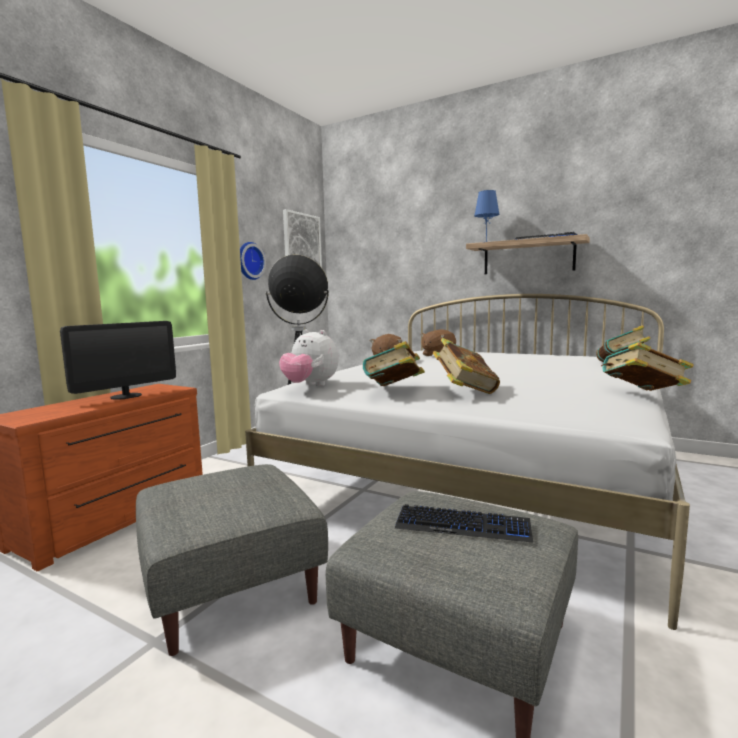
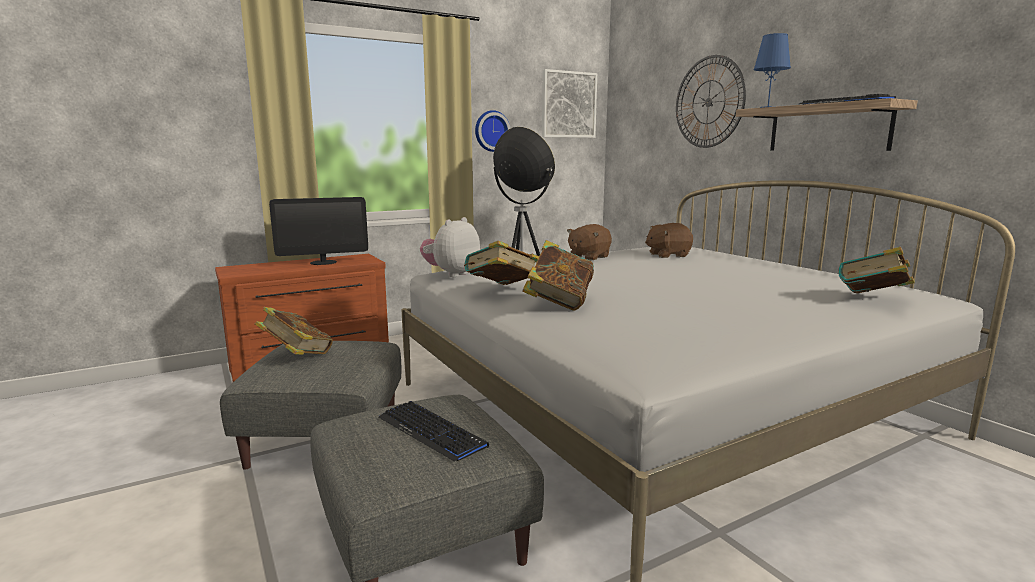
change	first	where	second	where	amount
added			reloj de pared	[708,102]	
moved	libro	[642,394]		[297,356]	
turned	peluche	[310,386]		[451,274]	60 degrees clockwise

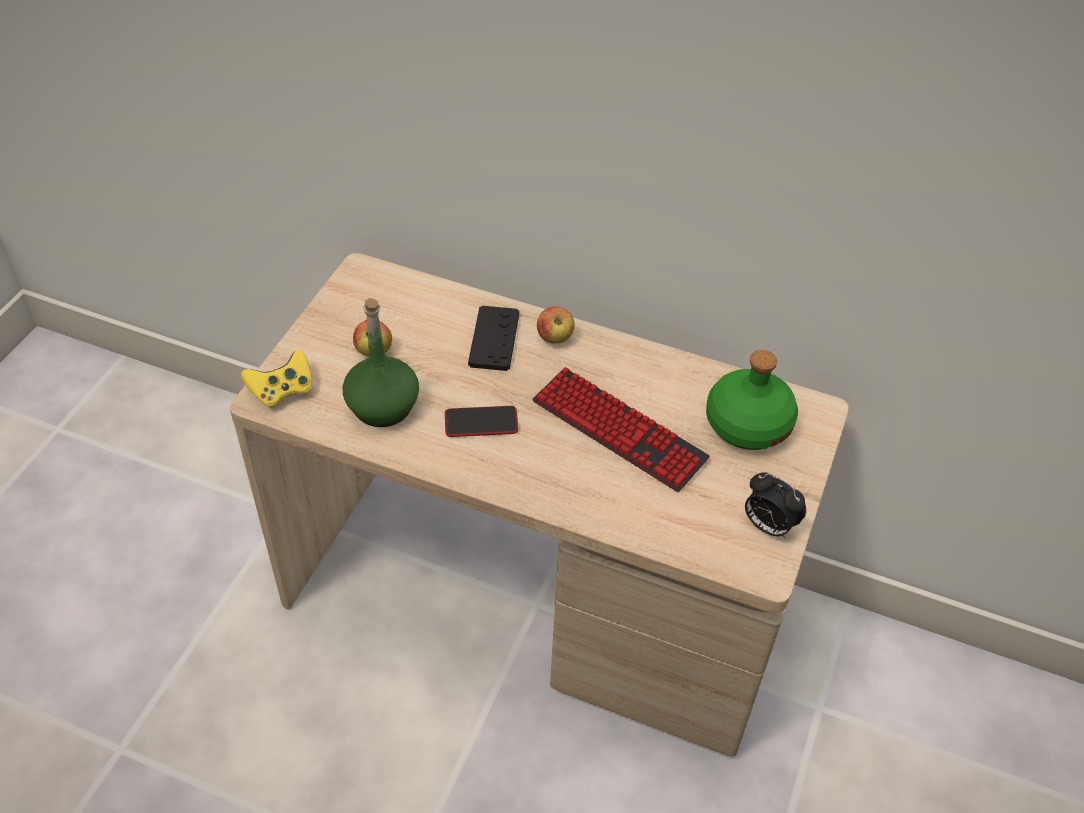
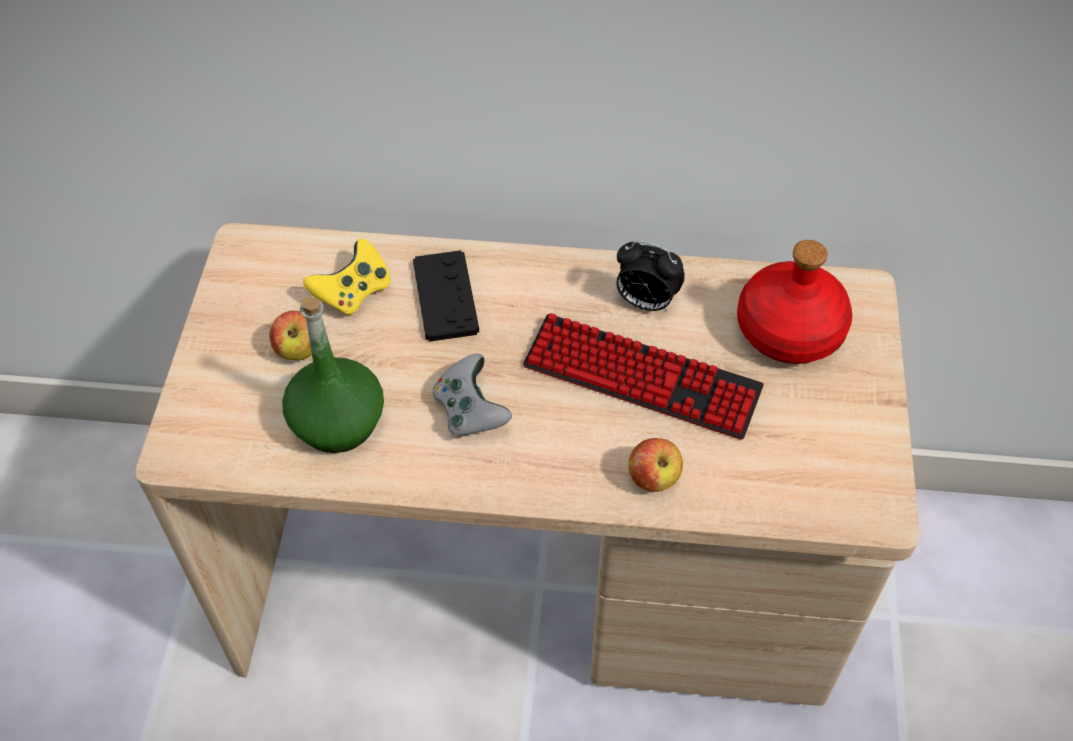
change	first	where	second	where	amount
moved	mando de consola (amarillo)	[282,391]		[353,293]	
moved	manzana	[555,338]		[653,478]	
moved	despertador	[767,526]		[645,302]	
replaced	móvil	[481,422]	mando de consola (gris)	[470,411]	
recoloured	botella (verde)	[747,424]	botella (rojo)	[788,330]	

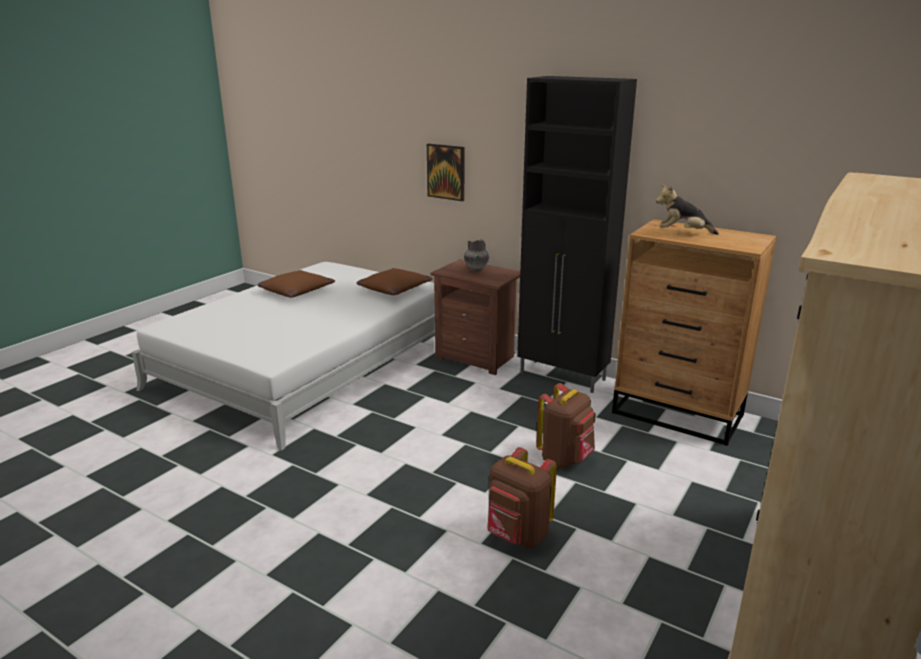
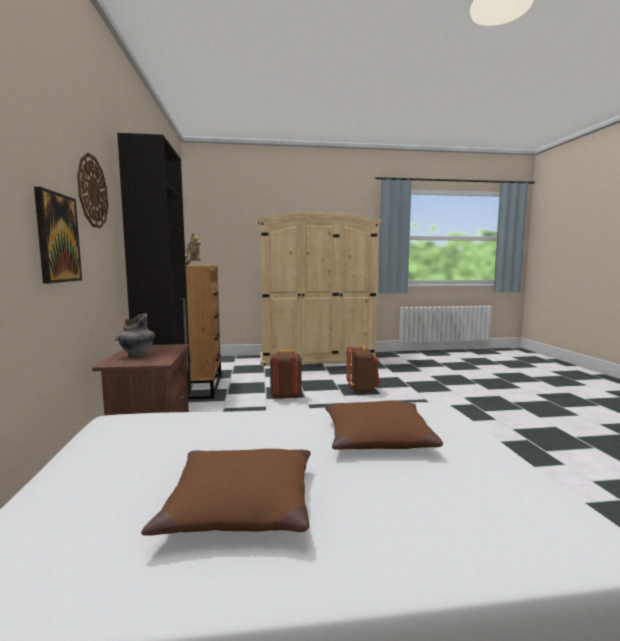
change	first	where	second	where	amount
added			reloj de pared	[92,191]	
moved	cojín (marrón)	[394,289]		[378,438]	

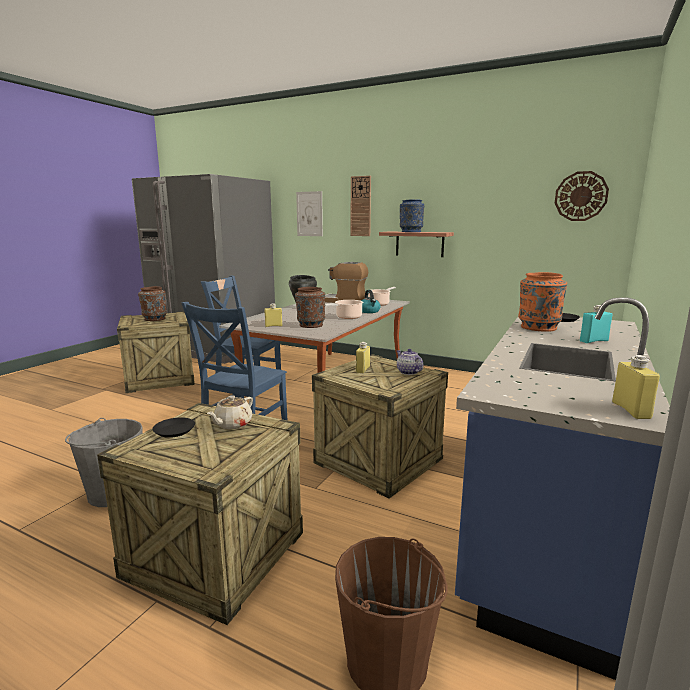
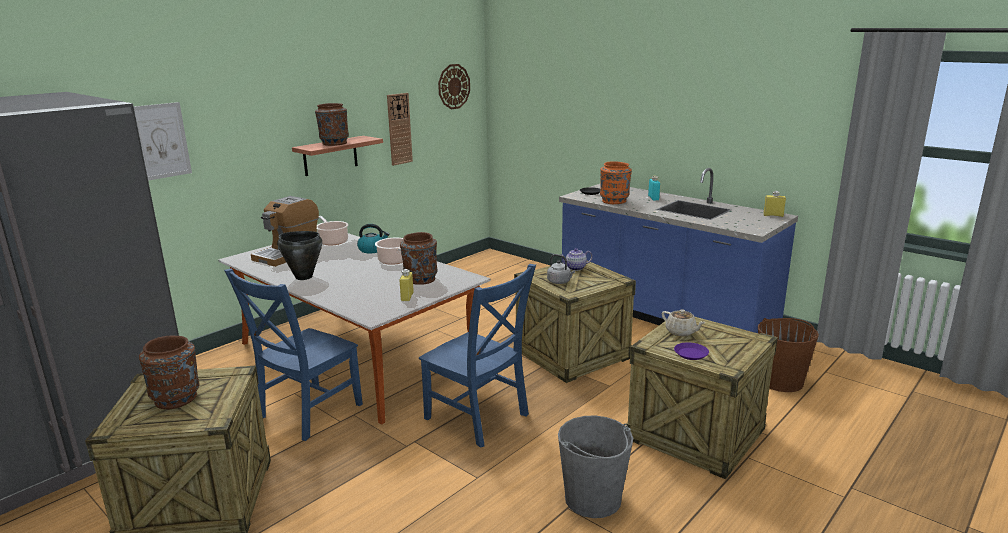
change	first	where	second	where	amount
moved	reloj de pared	[360,206]		[399,129]	
replaced	botella (amarillo)	[362,370]	hervidor (gris)	[560,282]	
recoloured	plato (negro)	[174,430]	plato (morado)	[690,354]	
recoloured	florero (azul)	[411,231]	florero (marrón)	[334,143]	

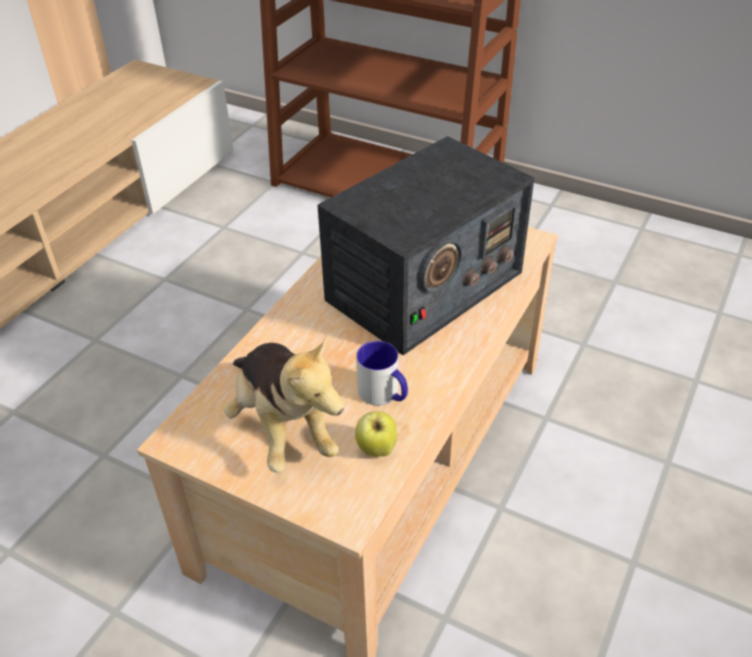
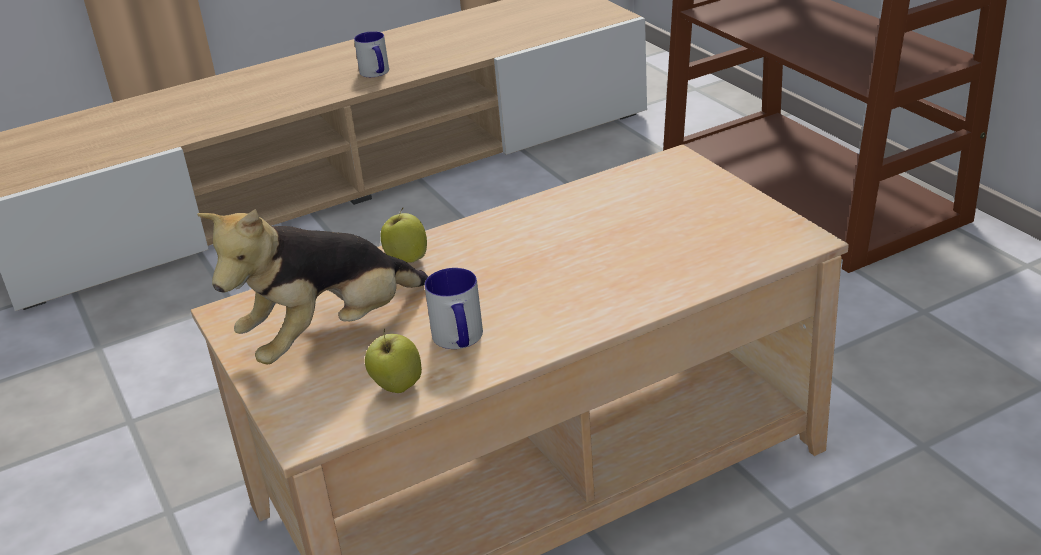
change	first	where	second	where	amount
removed	radio	[424,287]			
added			taza grande	[376,73]	
added			manzana	[406,260]	
turned	peluche	[283,427]		[331,335]	45 degrees clockwise

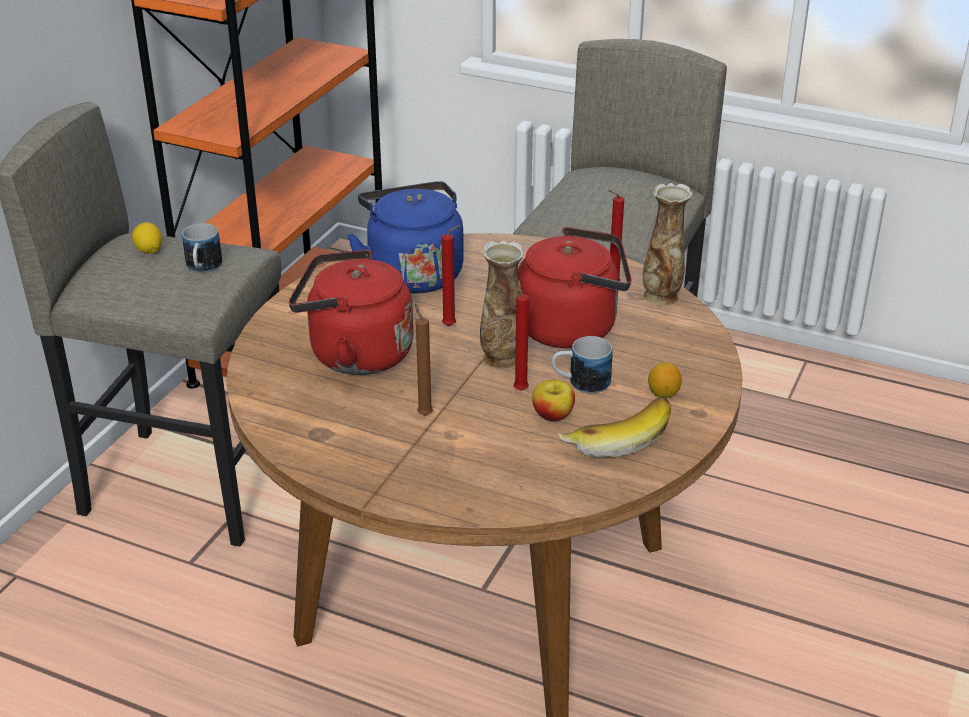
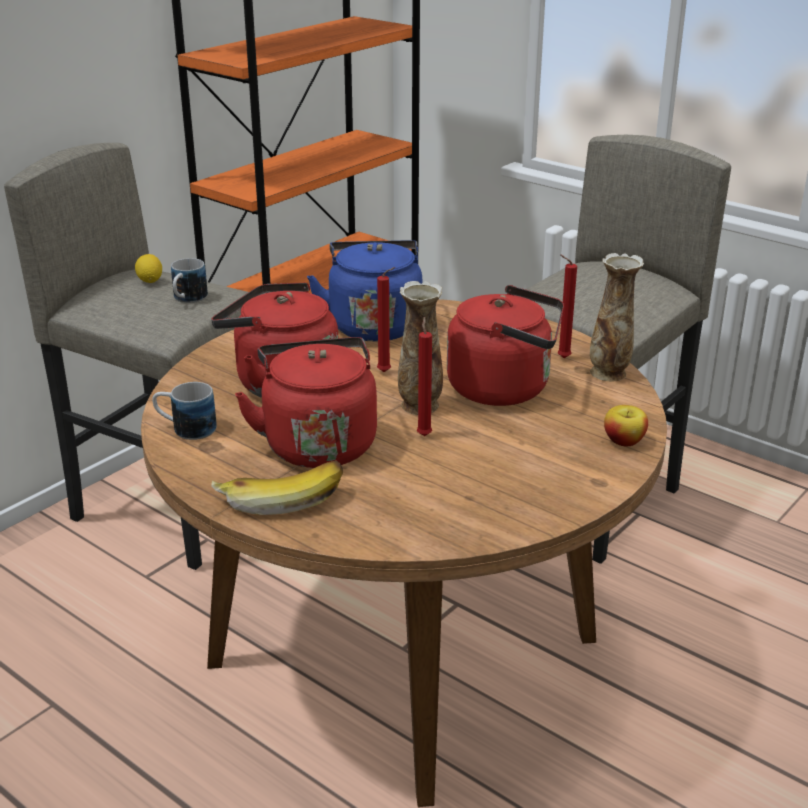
change	first	where	second	where	amount
removed	limón	[663,394]			
moved	manzana	[553,415]		[624,441]	
moved	taza grande	[580,383]		[186,429]	
moved	plátano	[616,437]		[281,497]	
replaced	vela (marrón)	[424,414]	hervidor (rojo)	[318,443]	

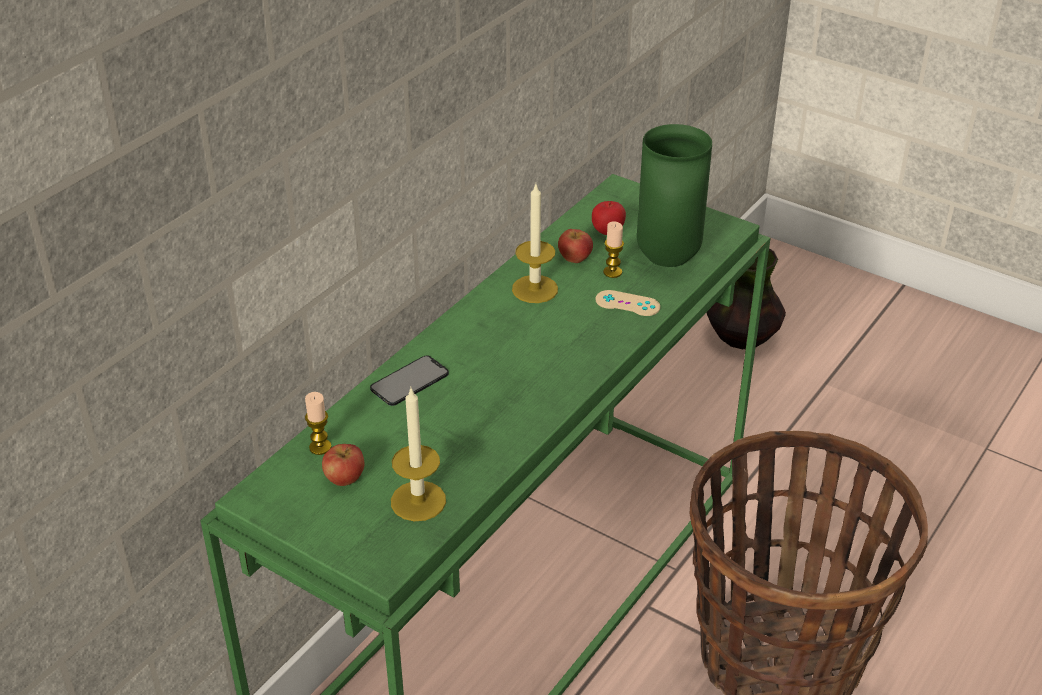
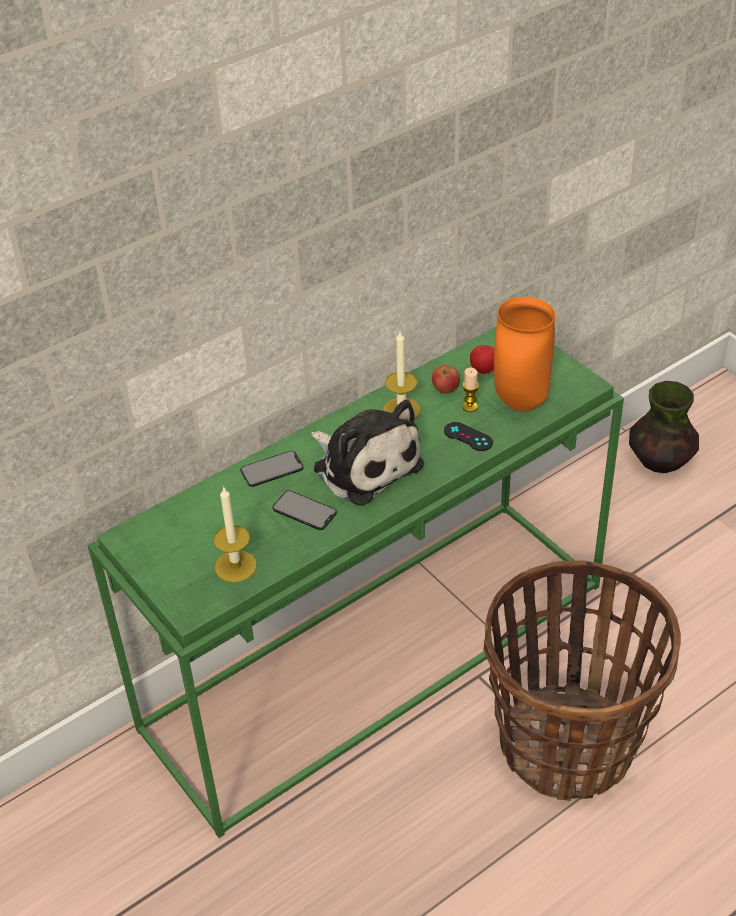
change	first	where	second	where	amount
removed	vela	[320,447]			
removed	manzana	[344,479]			
added			móvil	[304,510]	
added			peluche	[364,464]	
recoloured	mando de consola (beis)	[627,303]	mando de consola (negro)	[468,437]	
recoloured	florero (verde)	[669,259]	florero (naranja)	[522,403]	

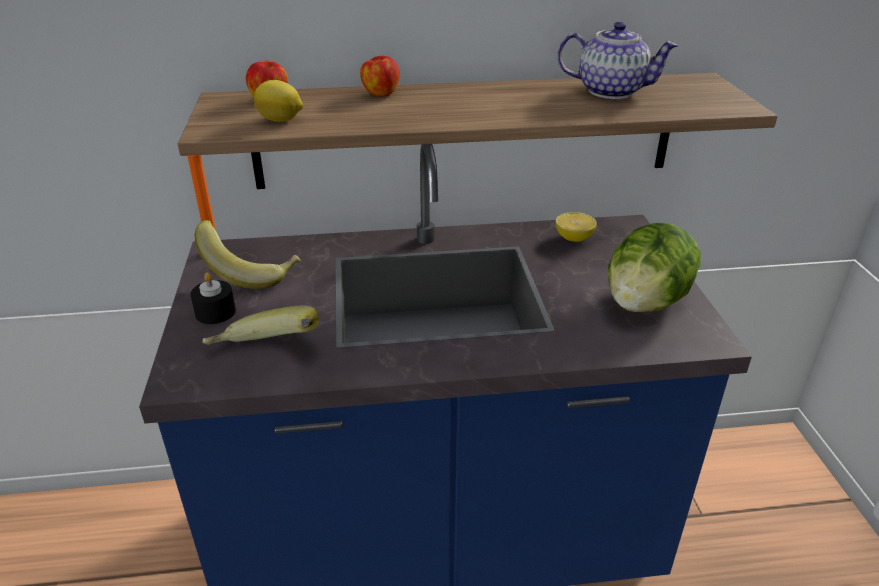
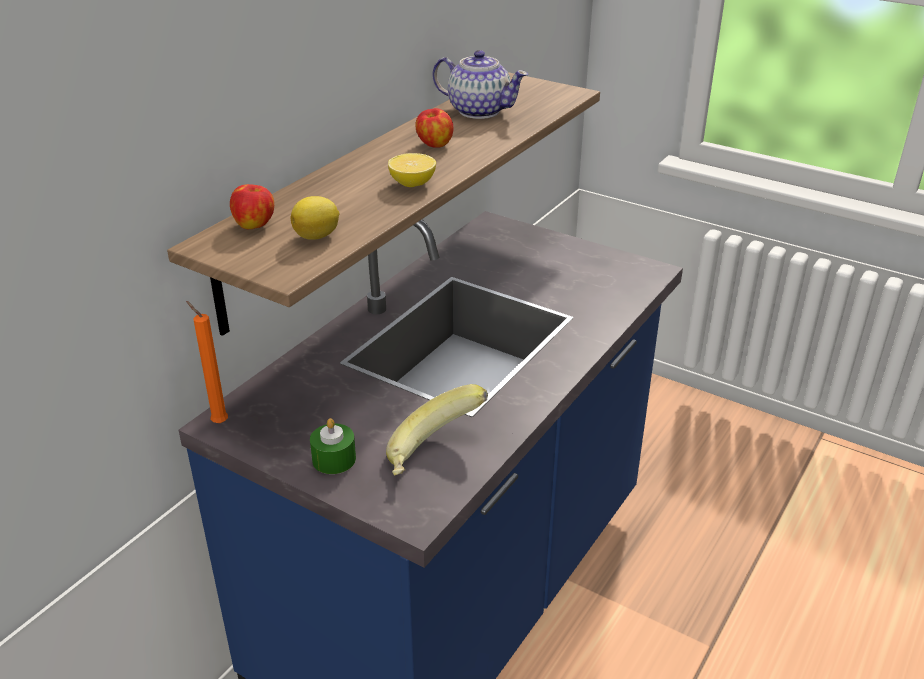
change	first	where	second	where	amount
removed	plátano	[251,273]			
removed	lechuga	[645,303]			
moved	manzana	[380,94]		[434,145]	
moved	limón	[574,238]		[412,184]	
recoloured	vela (negro)	[215,312]	vela (verde)	[334,459]	
turned	tetera	[610,91]		[478,111]	60 degrees clockwise

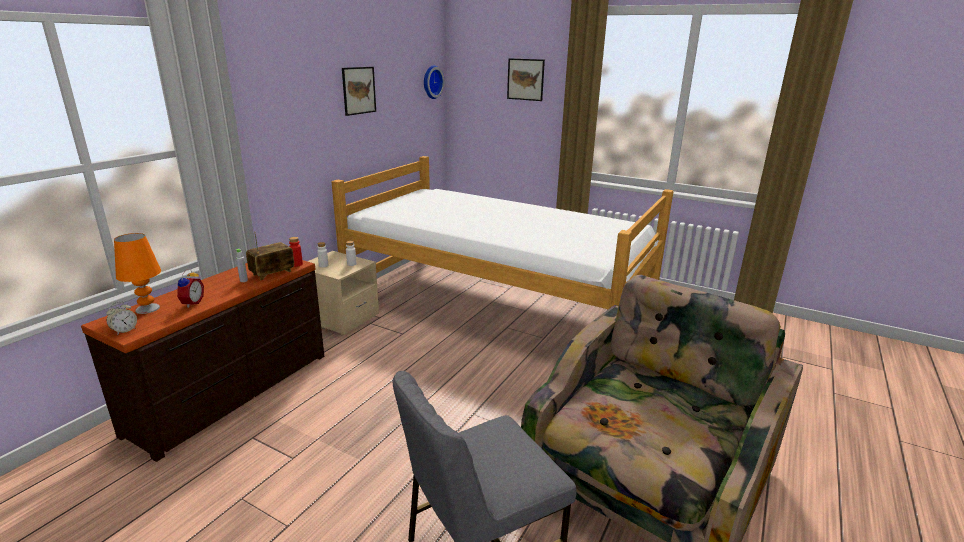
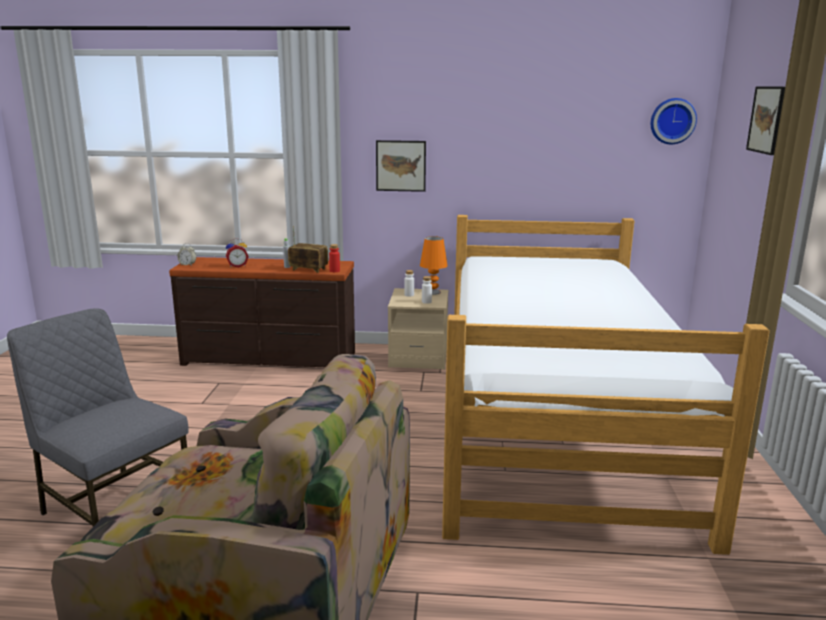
change	first	where	second	where	amount
moved	lámpara de mesa (naranja)	[147,309]		[433,292]	
moved	cuadro	[359,90]		[401,166]	

